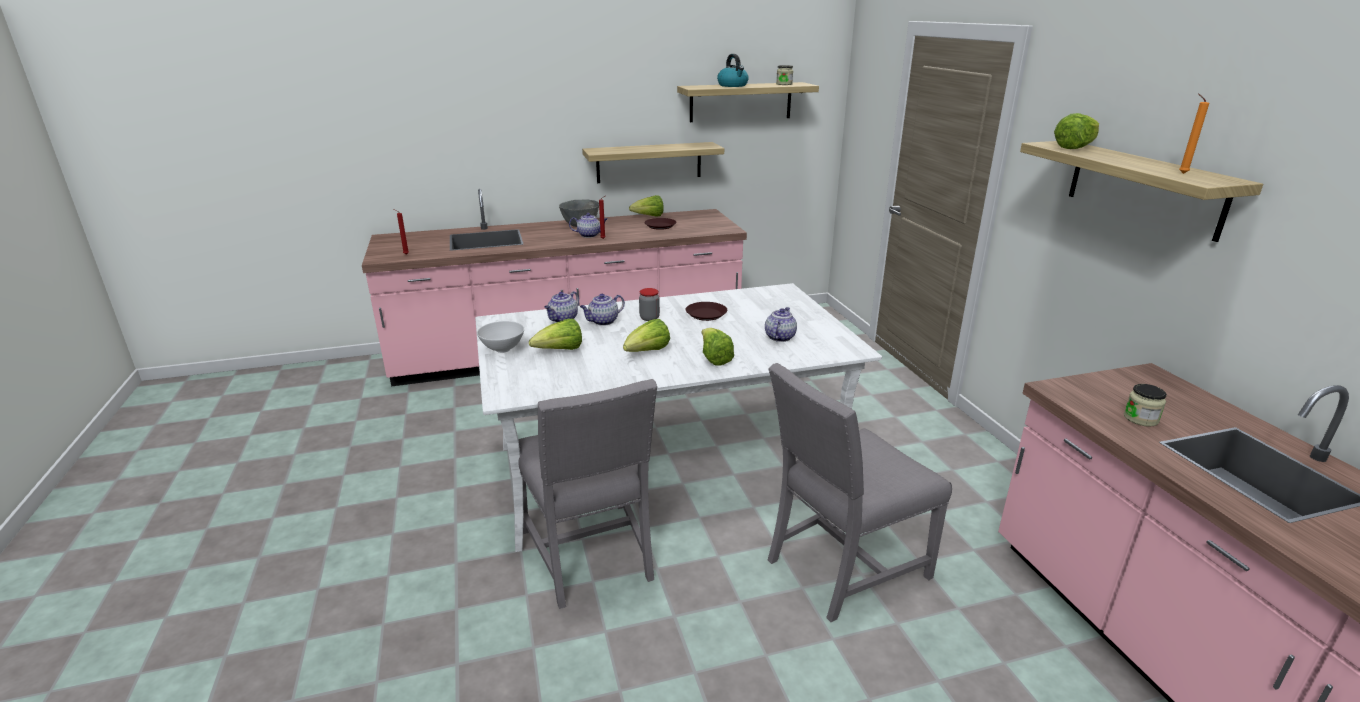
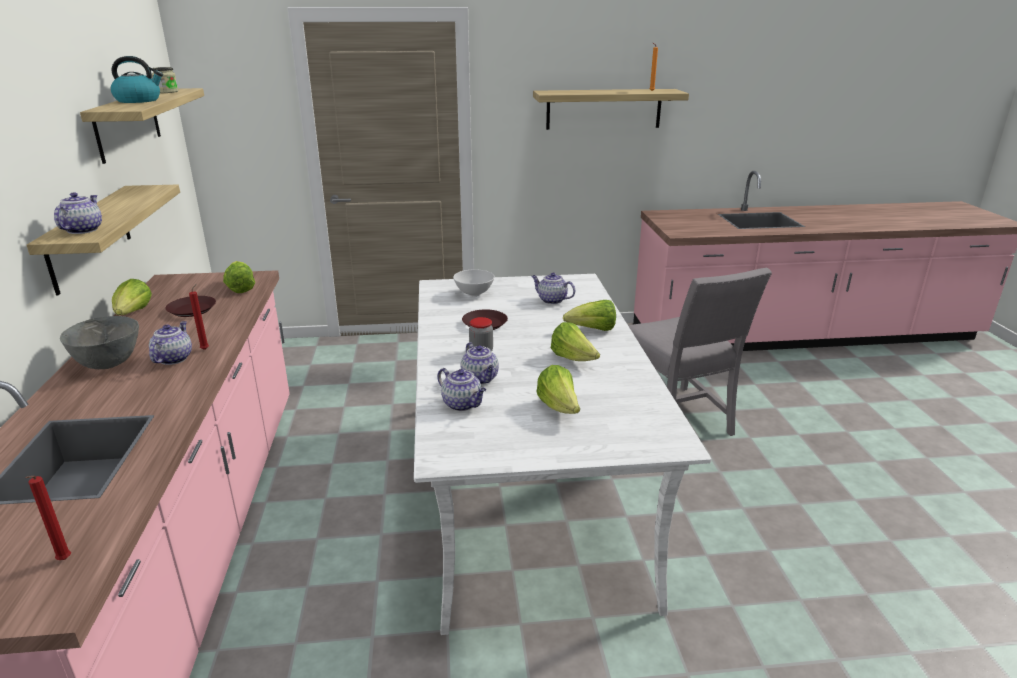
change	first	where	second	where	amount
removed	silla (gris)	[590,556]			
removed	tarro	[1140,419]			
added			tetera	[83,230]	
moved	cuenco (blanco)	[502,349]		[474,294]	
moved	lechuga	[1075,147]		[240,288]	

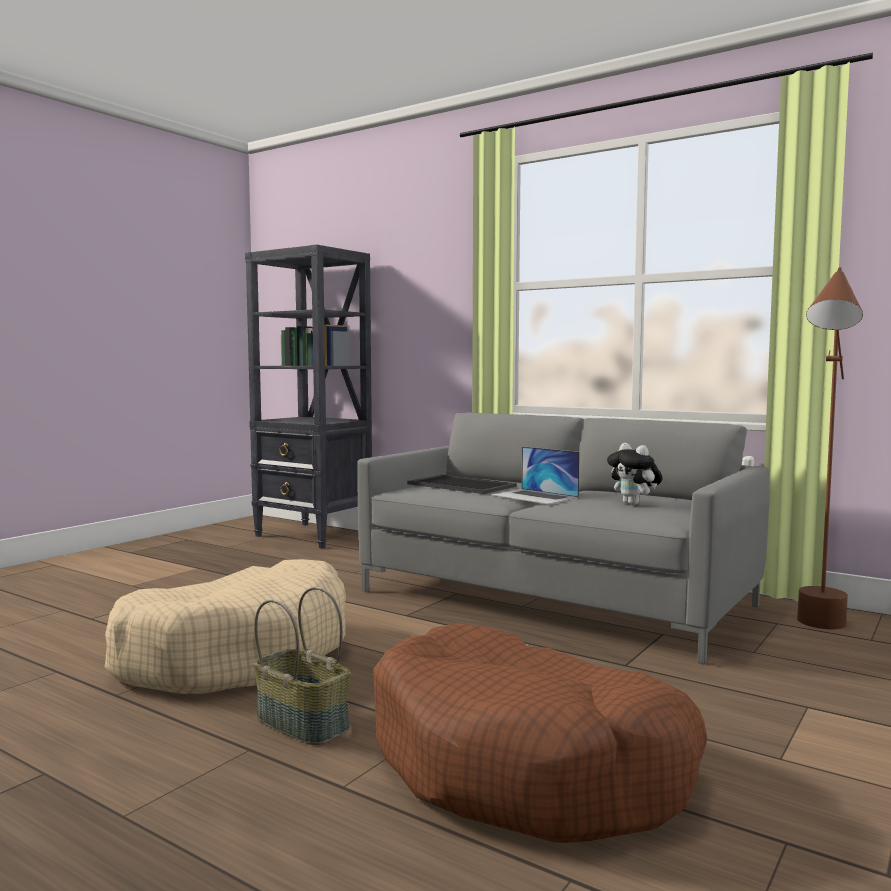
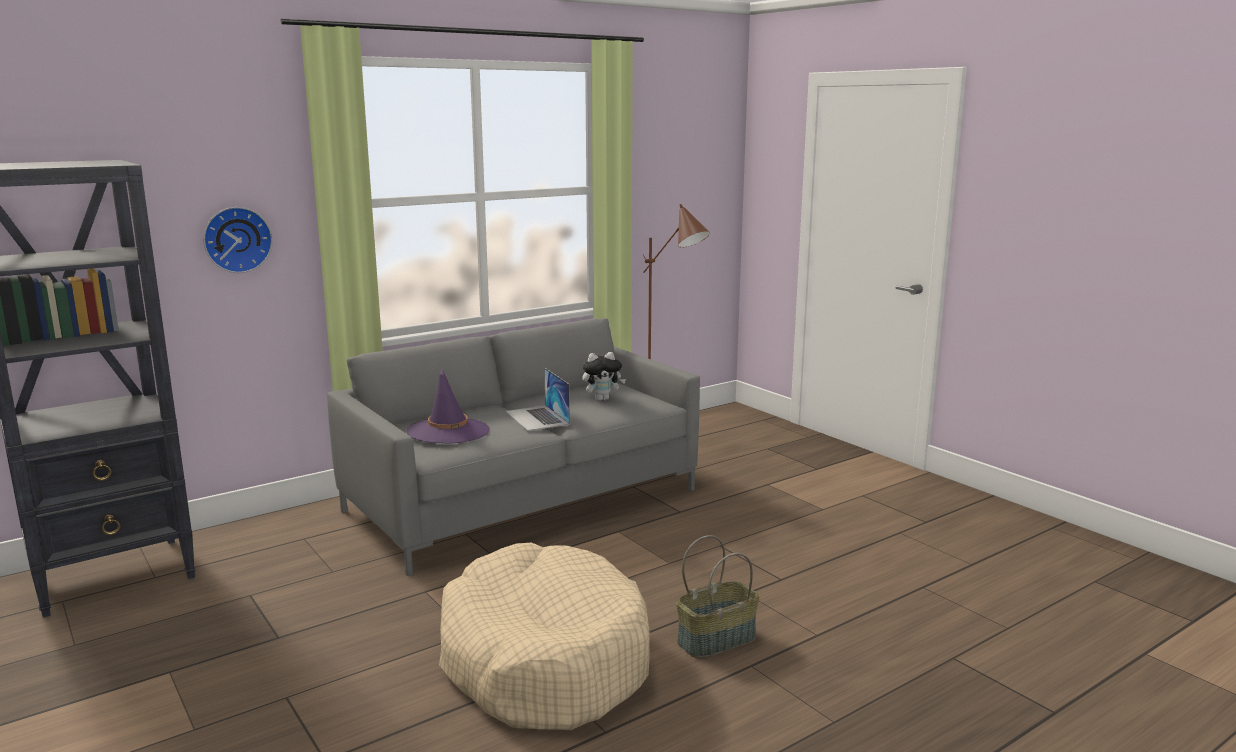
change	first	where	second	where	amount
removed	cama para perro (marrón)	[528,765]			
added			reloj de pared	[237,239]	
replaced	bandeja	[459,485]	sombrero (morado)	[448,431]	
turned	portátil	[535,496]		[537,418]	90 degrees clockwise

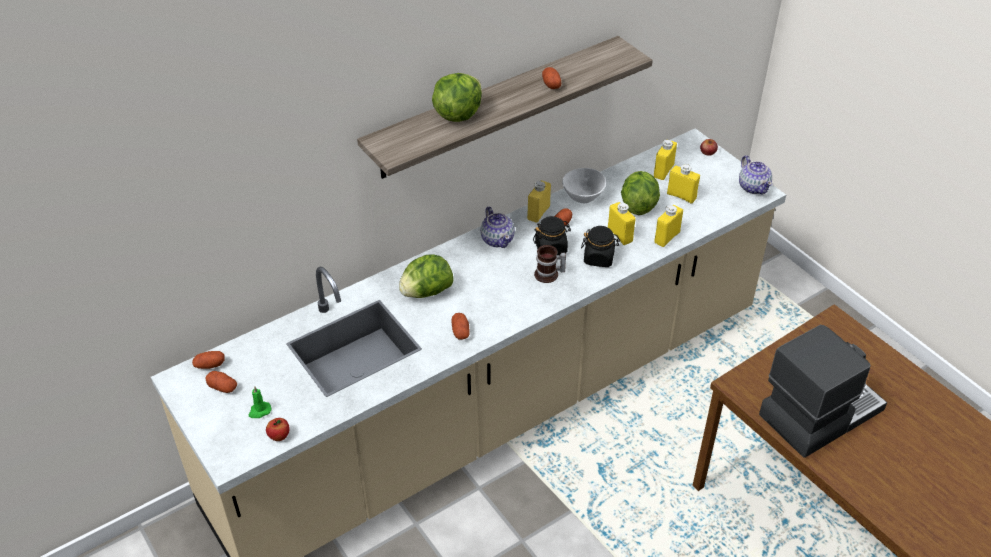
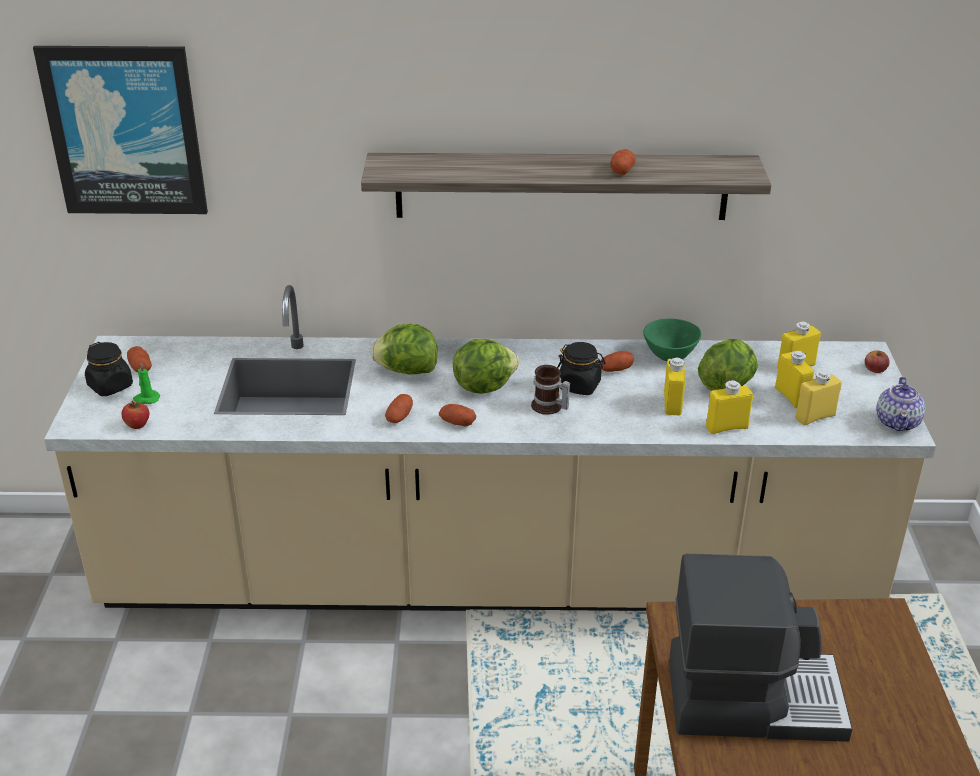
change	first	where	second	where	amount
removed	tetera	[497,239]			
added			cuadro	[125,131]	
moved	patata	[209,365]		[457,423]	
moved	lechuga	[457,114]		[483,386]	
moved	botella (amarillo)	[538,213]		[815,417]	
moved	tarro (negro)	[599,258]		[110,386]	
recoloured	cuenco (blanco)	[582,197]	cuenco (verde)	[669,354]	

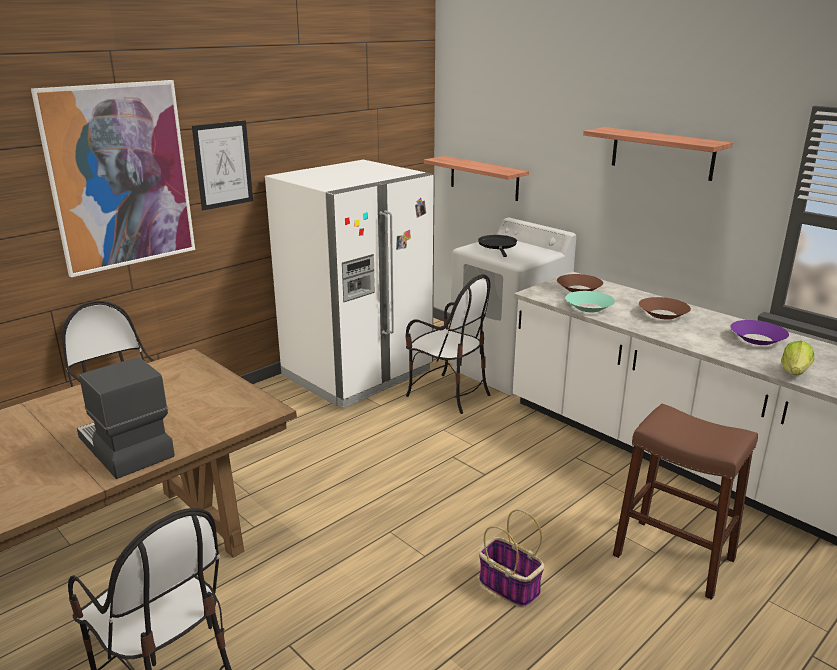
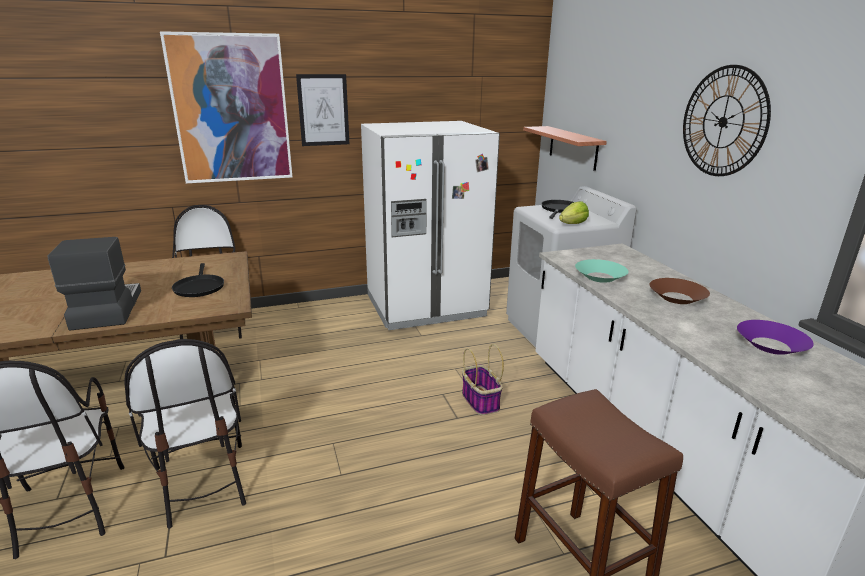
change	first	where	second	where	amount
removed	cuenco (marrón)	[578,289]			
added			sartén (negro)	[199,287]	
moved	silla	[448,394]		[202,483]	
moved	cesta	[508,586]		[480,401]	
moved	lechuga	[794,372]		[573,224]	
replaced	estante	[662,153]	reloj de pared	[723,122]	

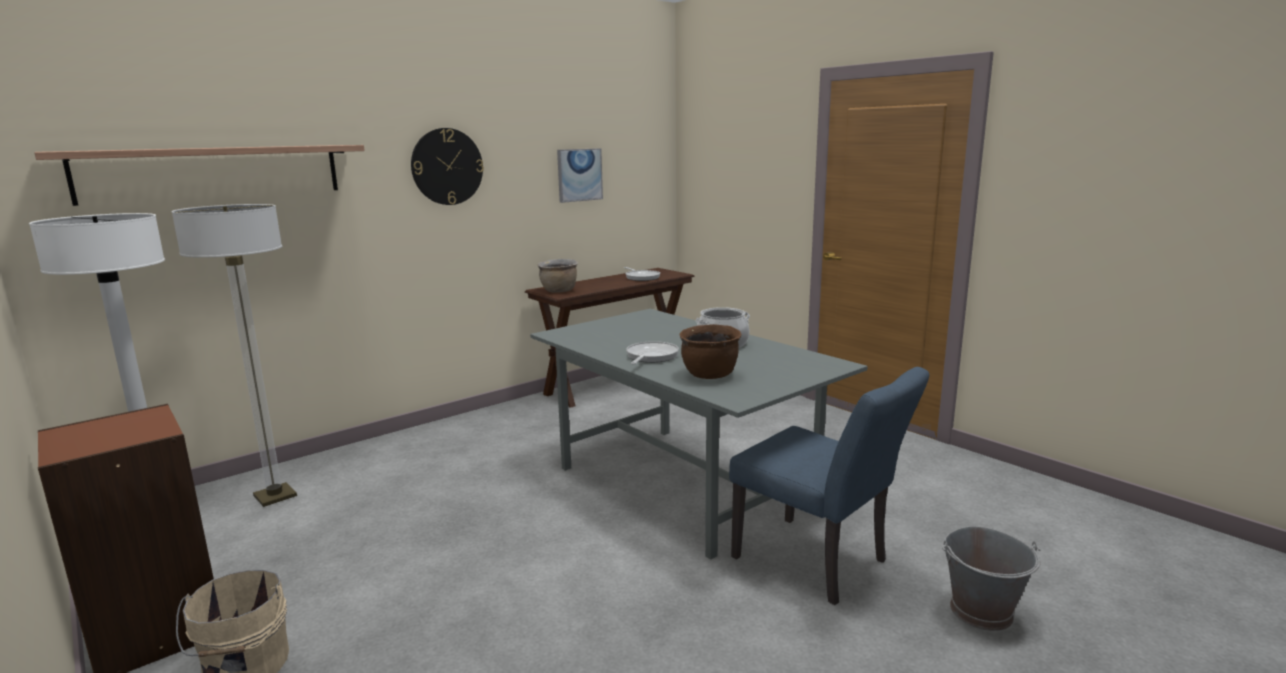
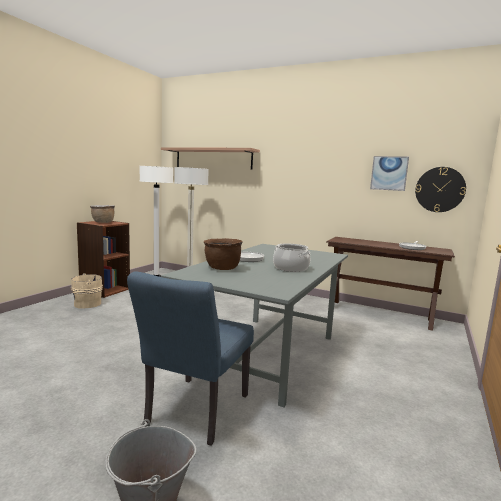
change	first	where	second	where	amount
moved	reloj de pared	[447,166]		[440,189]	
moved	olla (marrón)	[559,291]		[103,222]	

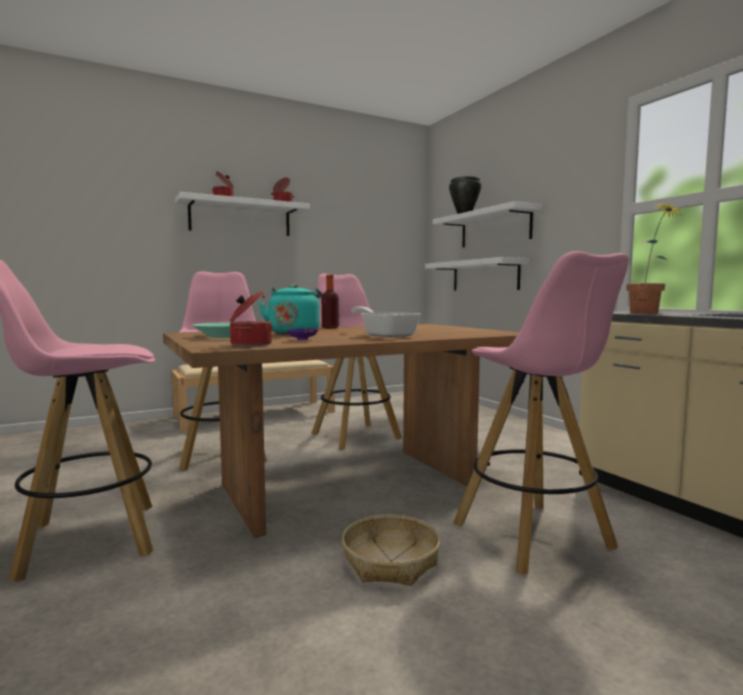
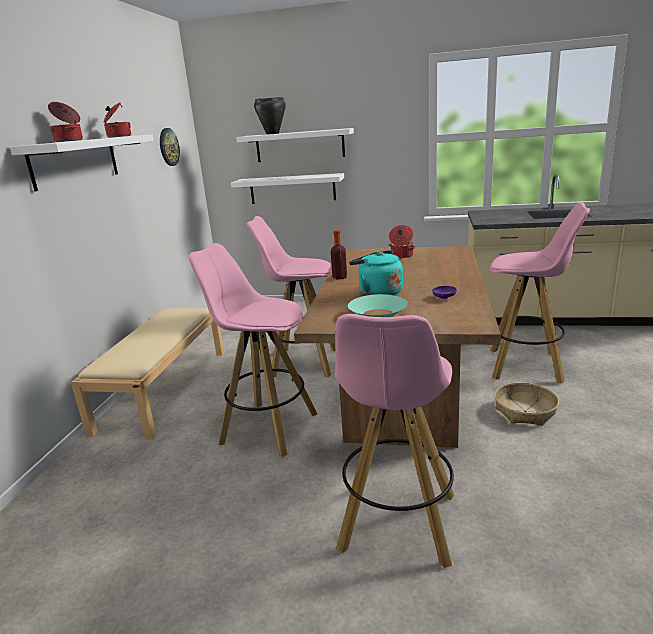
change	first	where	second	where	amount
removed	sartén	[386,335]			
removed	planta en maceta	[649,313]			
added			reloj de pared	[168,147]	
moved	olla	[249,345]		[401,255]	

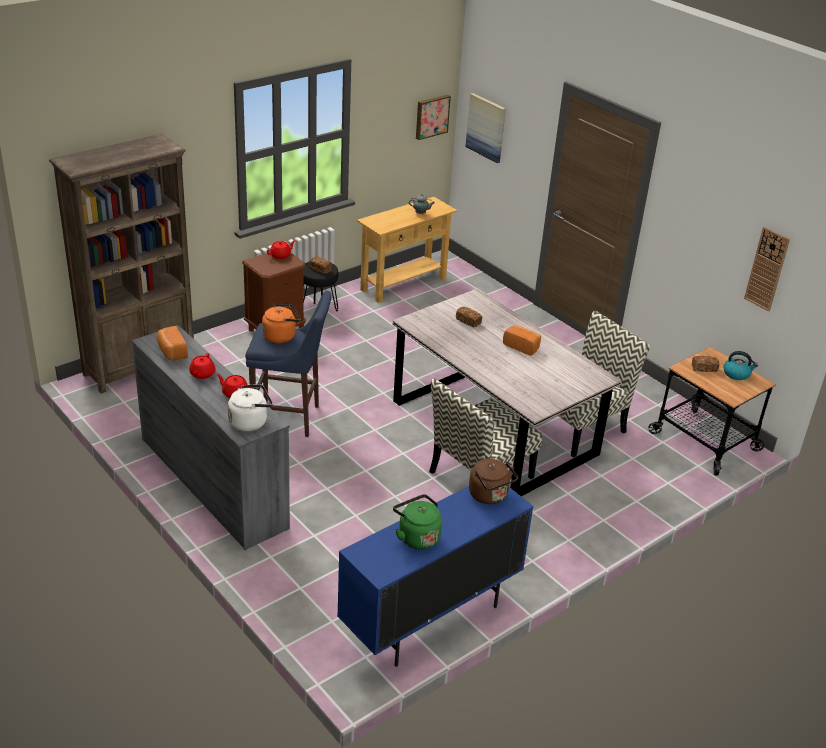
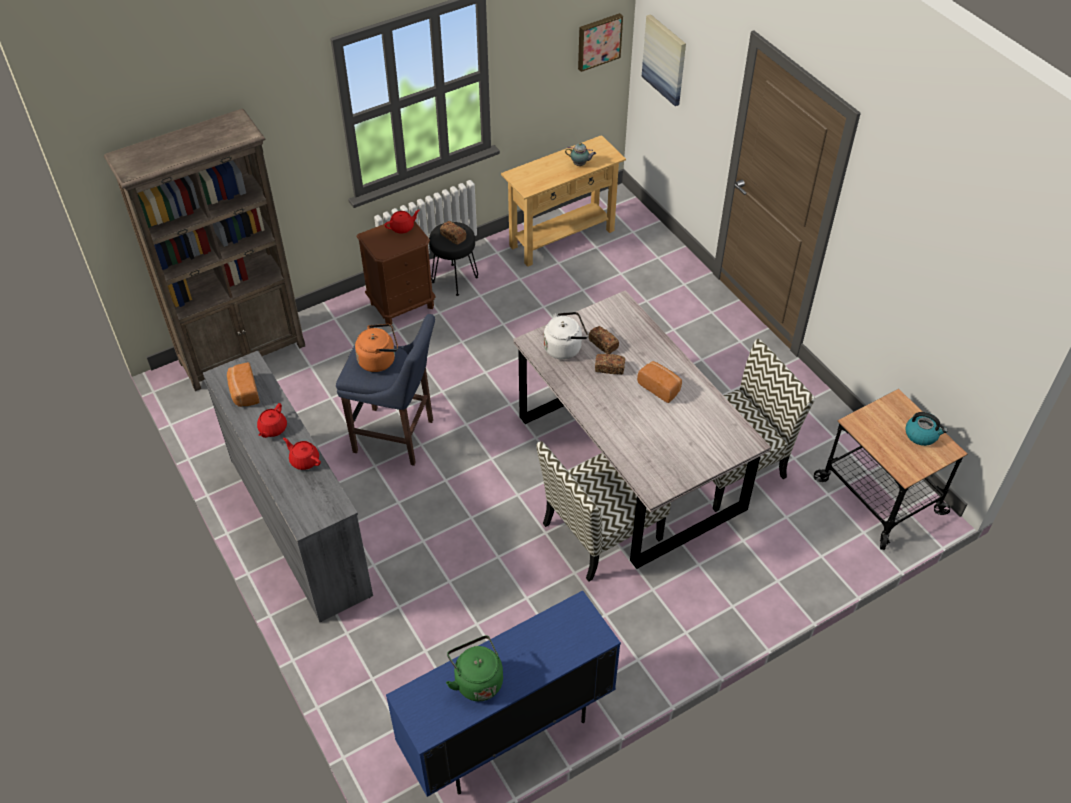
change	first	where	second	where	amount
removed	hervidor (marrón)	[490,496]			
removed	reloj de pared	[767,269]			
moved	hervidor (blanco)	[250,422]		[565,348]	
moved	pan	[704,368]		[609,368]	

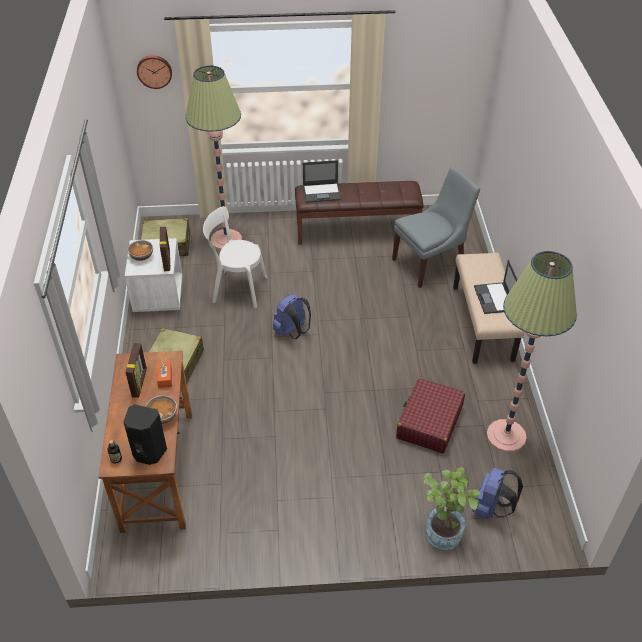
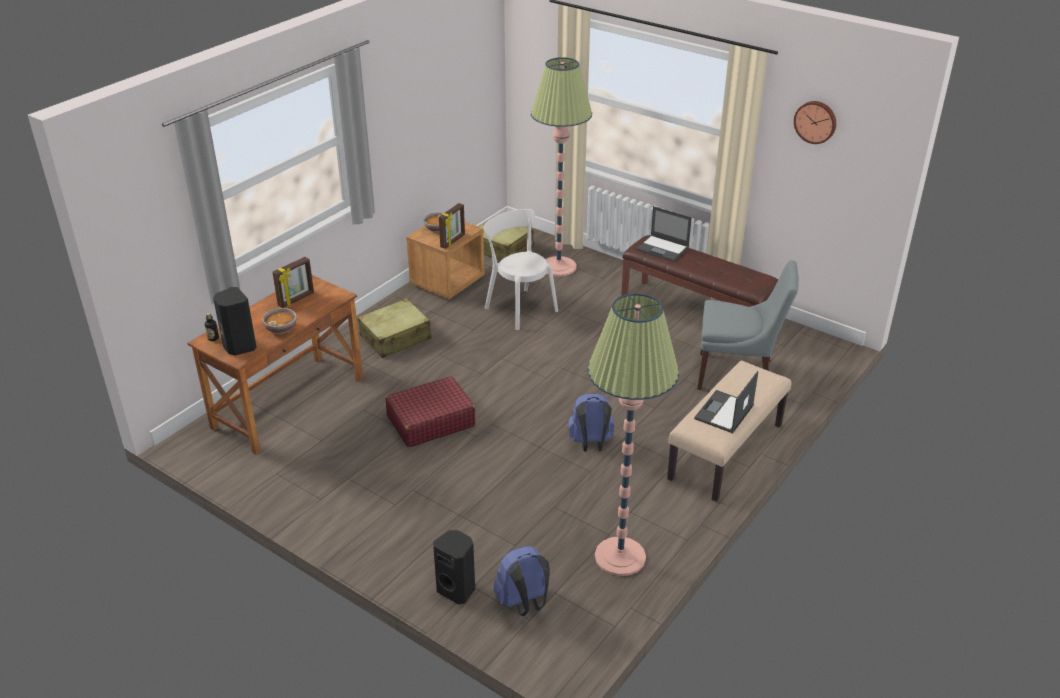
change	first	where	second	where	amount
removed	caja de pañuelos (naranja)	[165,378]			
moved	reloj de pared	[154,71]		[815,121]	
moved	mochila (azul)	[292,332]		[590,444]	
moved	maleta (rojo)	[429,422]		[430,421]	
replaced	planta en maceta	[444,529]	altavoz (negro)	[457,590]	
recoloured	mesita de noche (blanco)	[158,295]	mesita de noche (marrón)	[447,282]	

